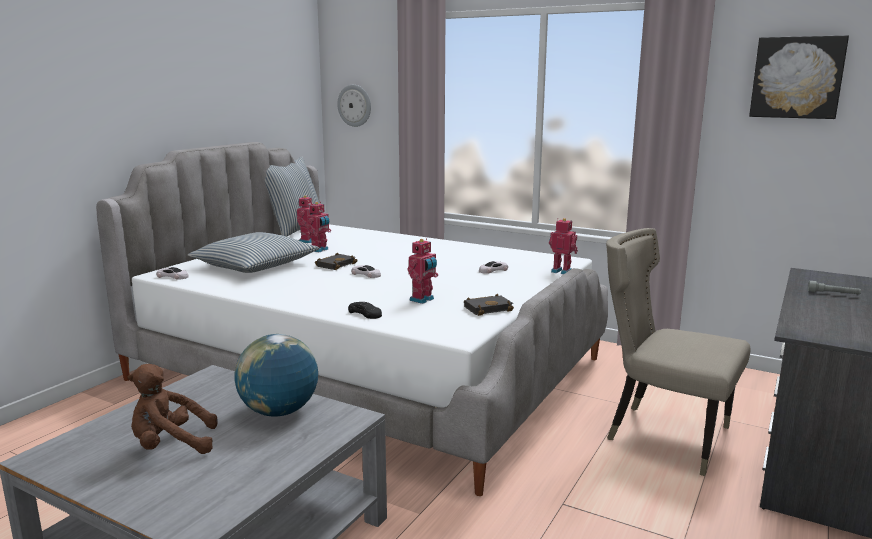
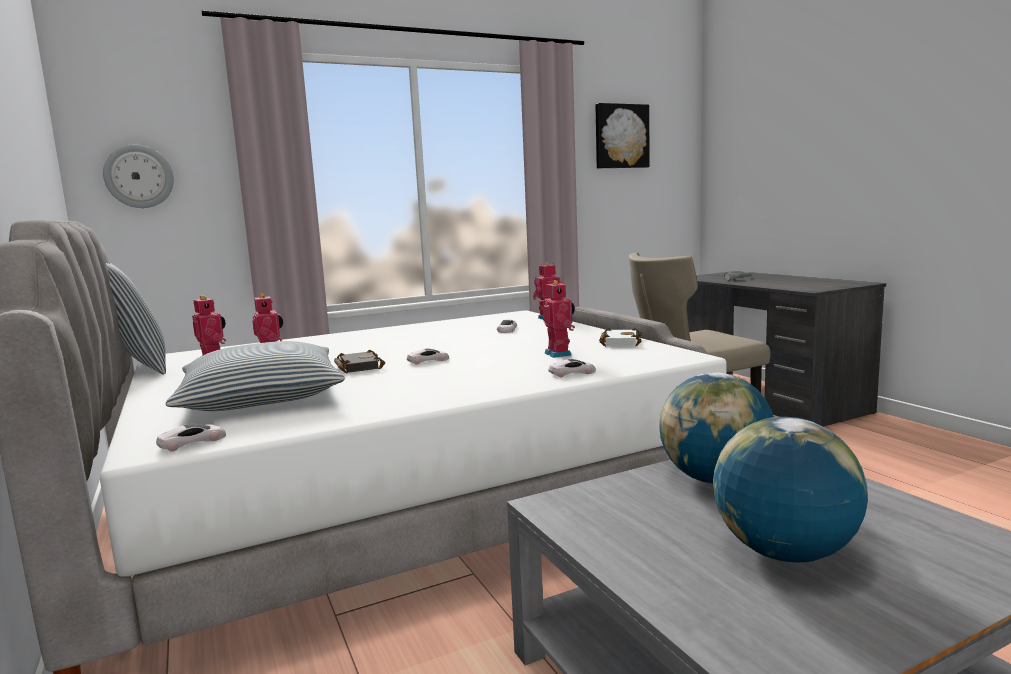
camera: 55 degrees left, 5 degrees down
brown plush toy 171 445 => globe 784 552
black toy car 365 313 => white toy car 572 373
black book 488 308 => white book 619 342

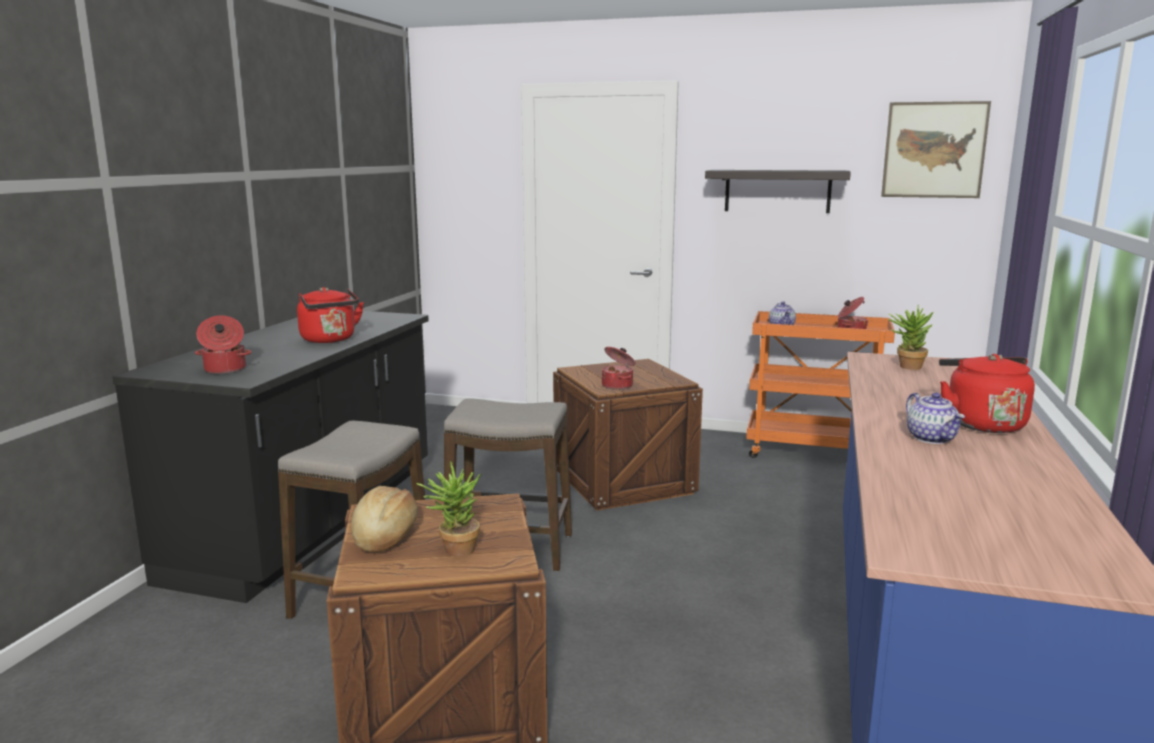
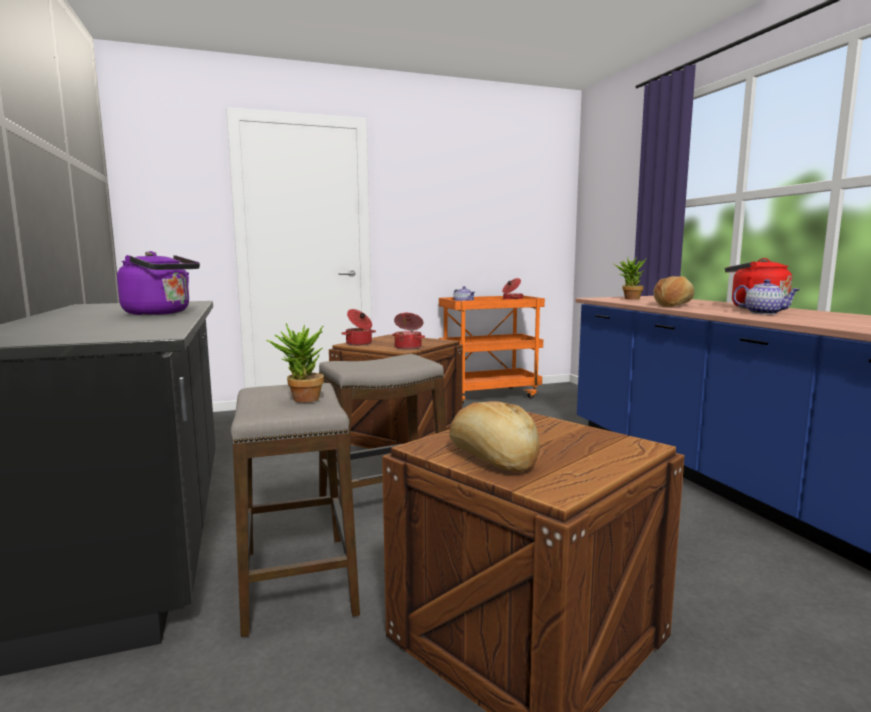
camera: 35 degrees left, 5 degrees down
shelf 777 191 => nothing
picture 934 150 => nothing
nothing => bread 673 305
cooking pot 224 370 => cooking pot 359 343, move
potted plant 453 549 => potted plant 300 400, move
red kettle 330 340 => purple kettle 161 313

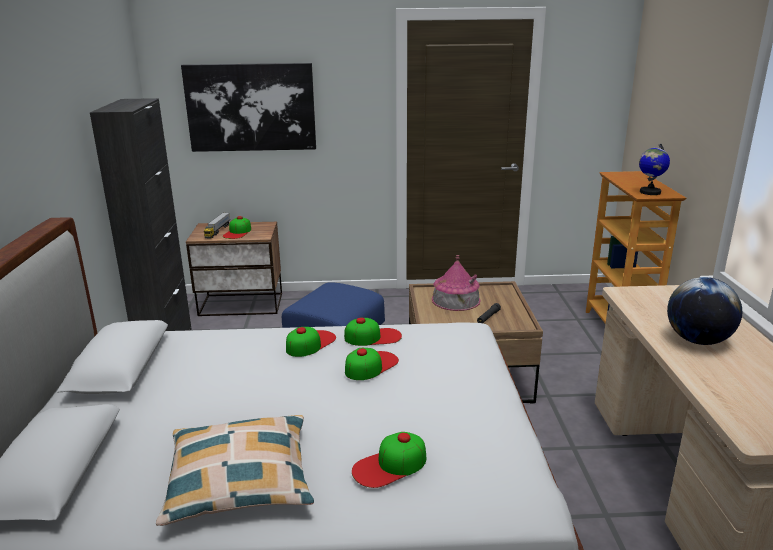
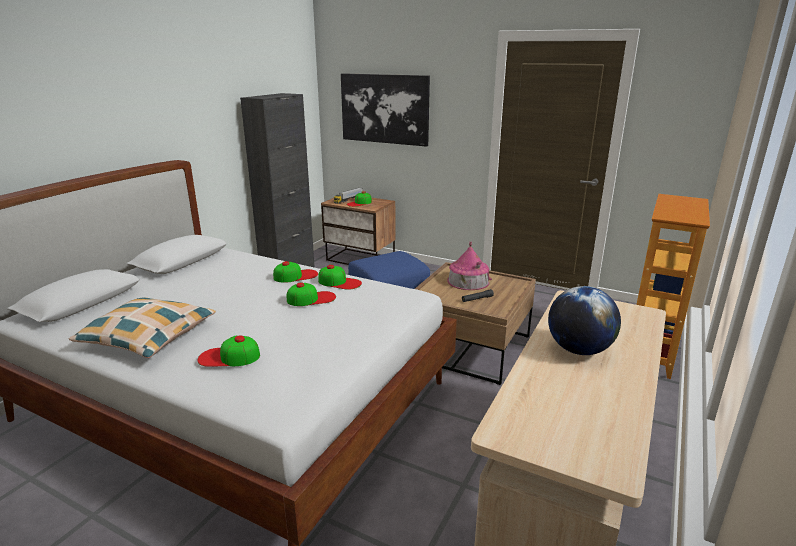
camera: 30 degrees right, 0 degrees up
globe 649 192 => nothing

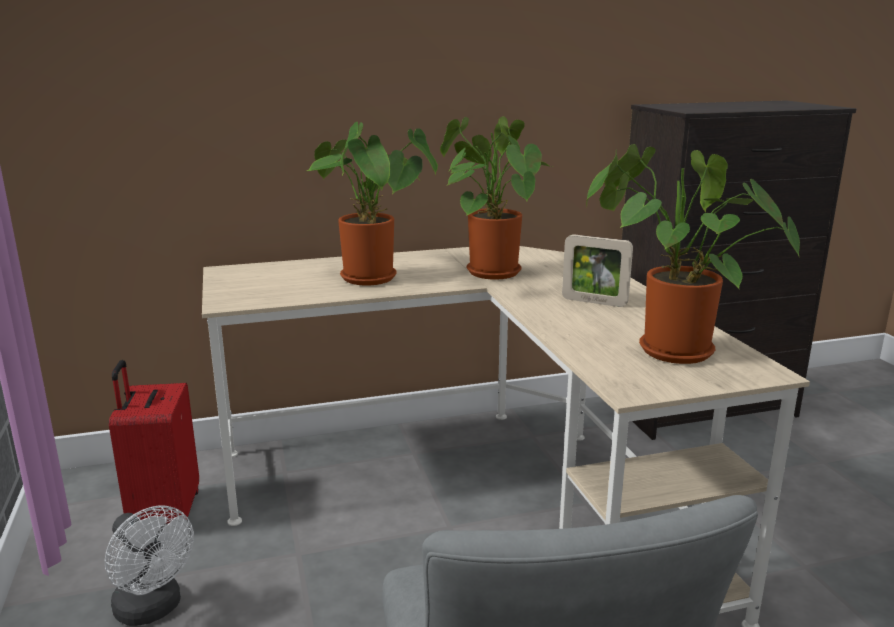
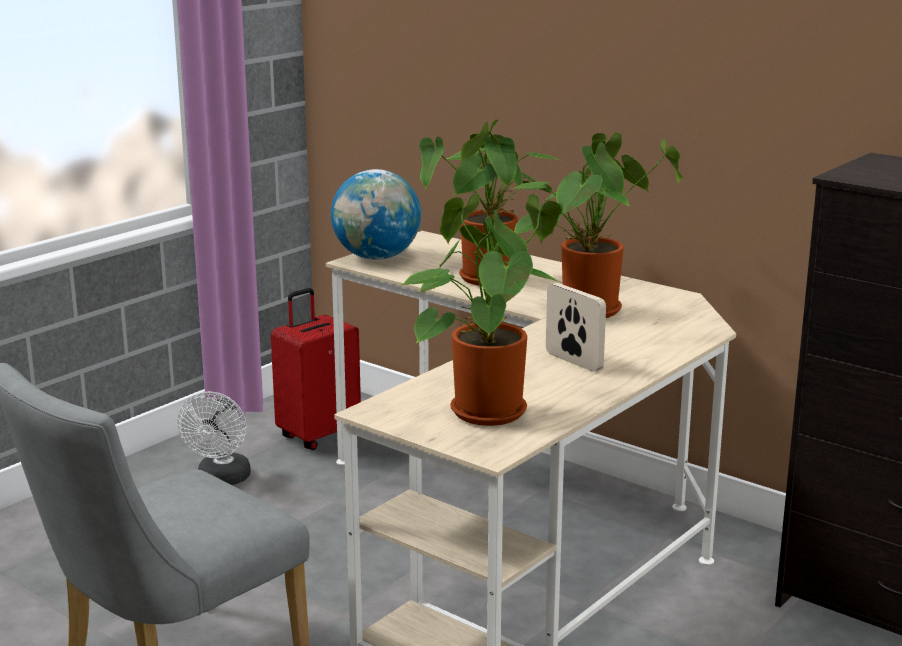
camera: 55 degrees right, 0 degrees up
nothing => globe 376 257
picture frame 594 302 => picture frame 573 361, 150 degrees clockwise

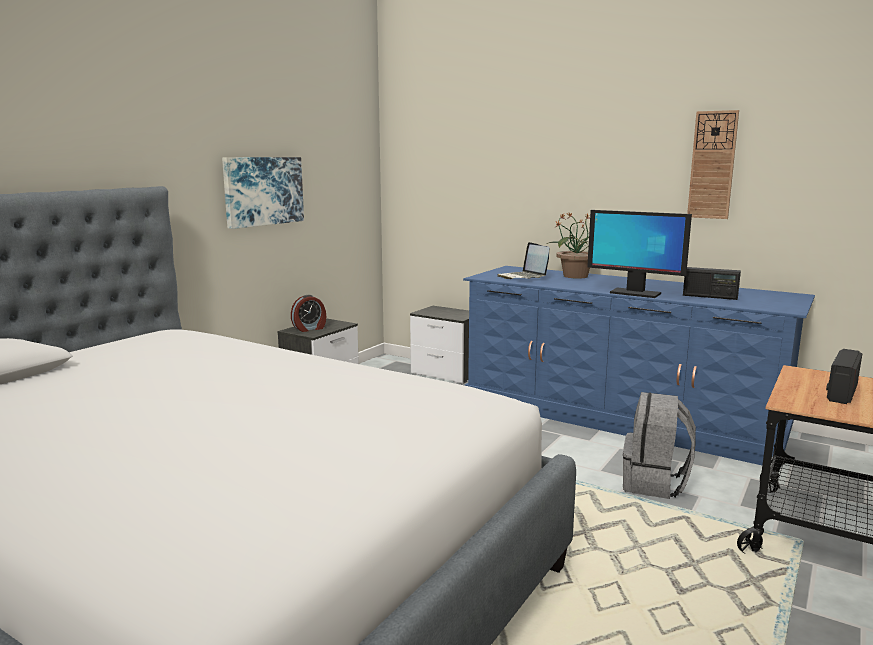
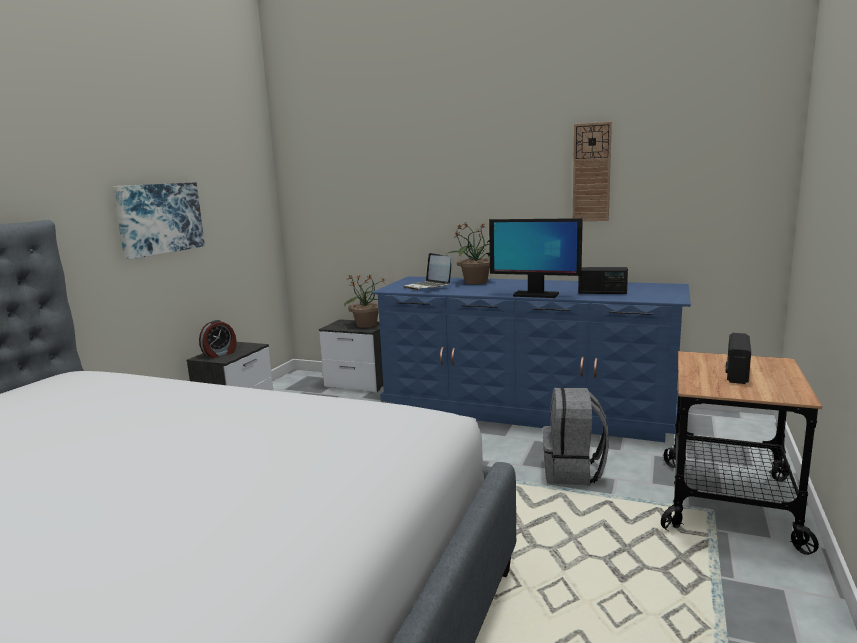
camera: 10 degrees left, 0 degrees up
nothing => potted plant 367 325

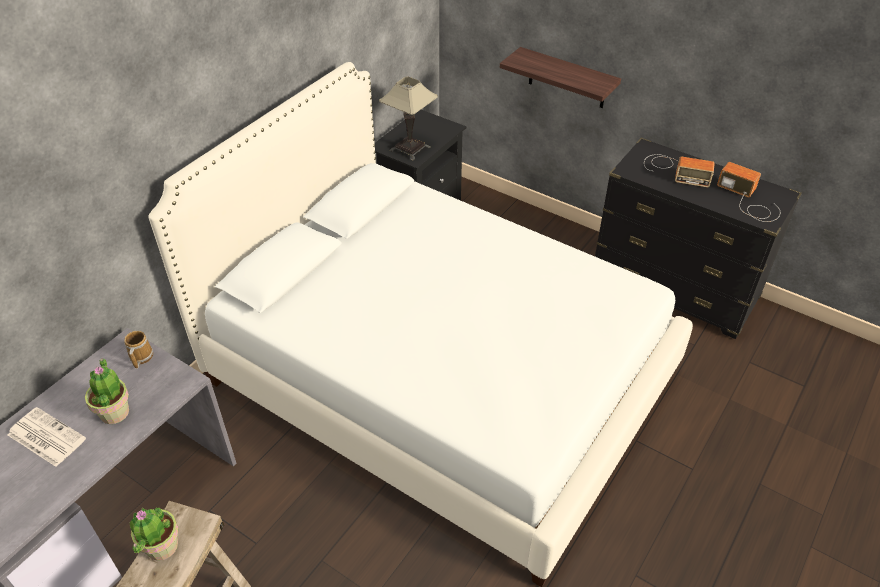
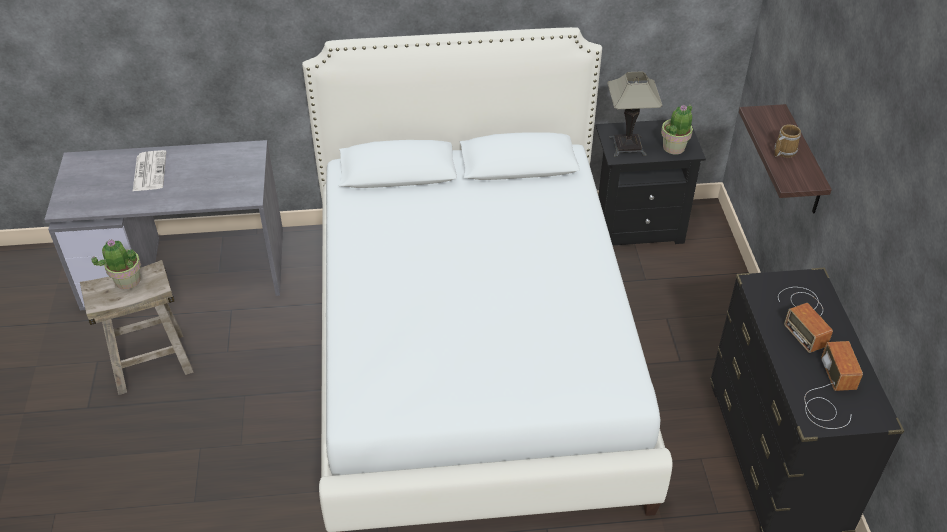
camera: 50 degrees right, 0 degrees up
potted plant 115 412 => potted plant 674 147, move
mug 140 357 => mug 783 151, move

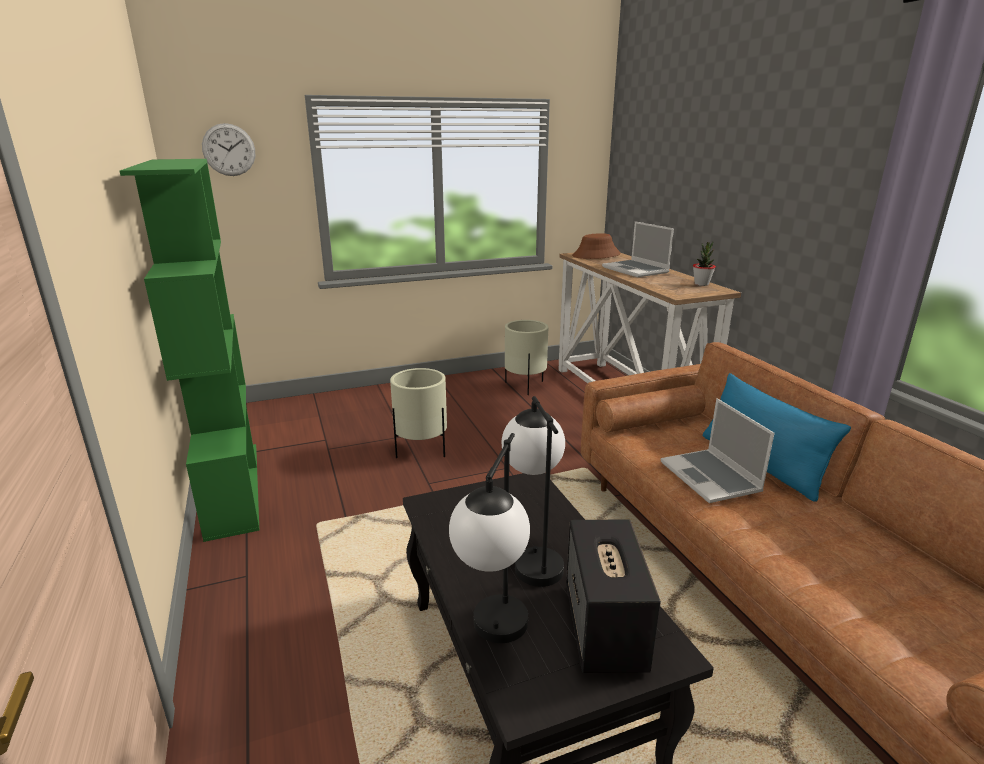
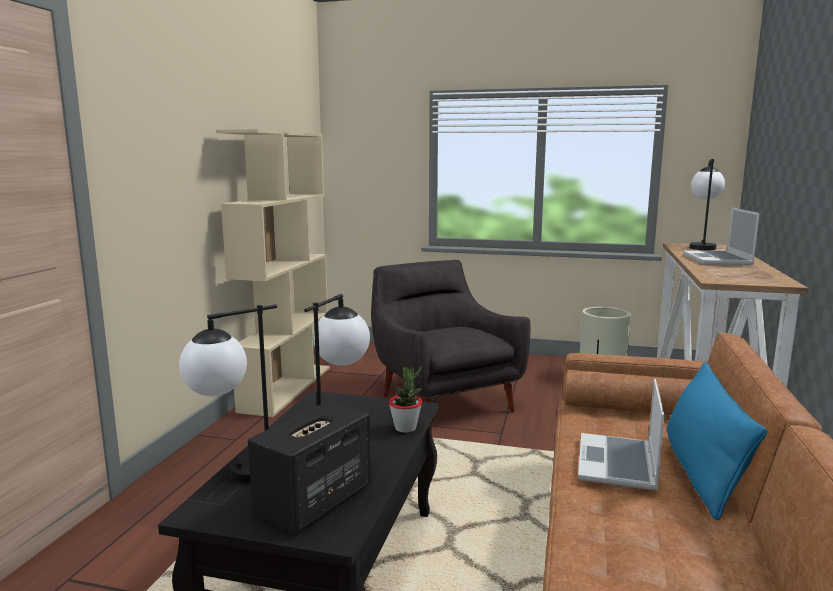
camera: 35 degrees right, 10 degrees down
wall clock 229 150 => nothing
potted plant 701 284 => potted plant 405 428, move
beige planter 421 450 => grey armchair 443 401
brown hat 596 255 => table lamp 701 247
green bookcase 232 487 => beige bookcase 286 388

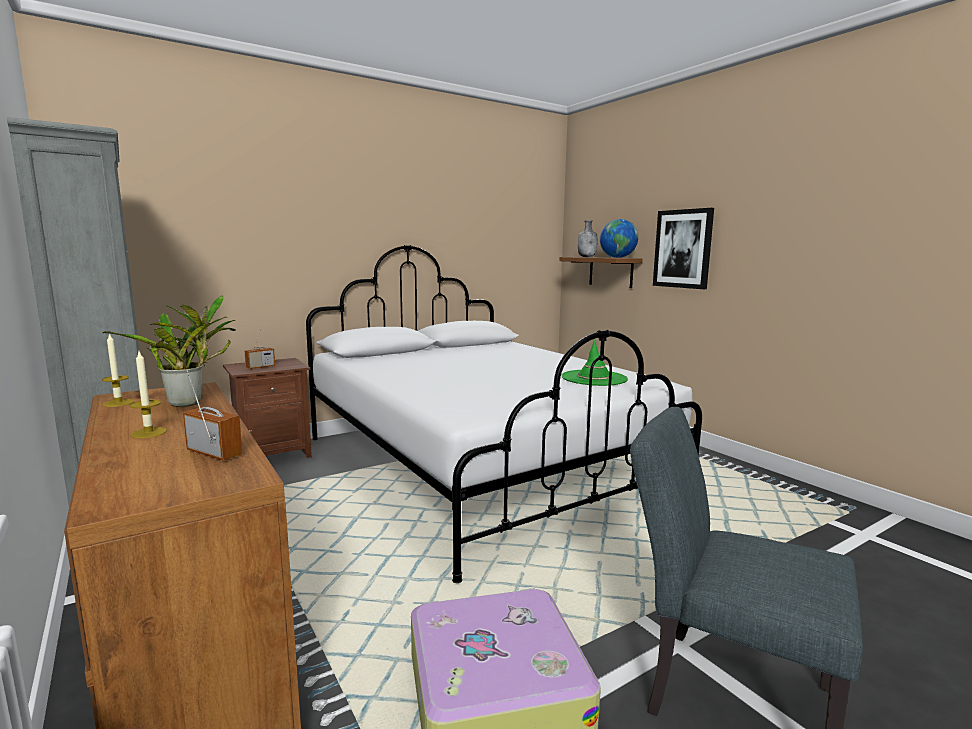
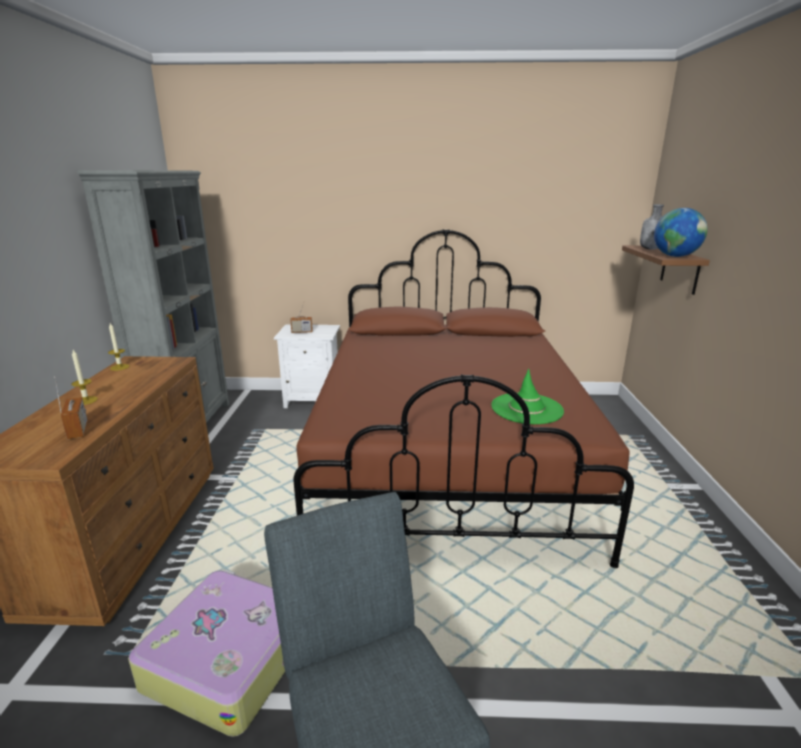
camera: 35 degrees right, 10 degrees up
potted plant 190 403 => nothing
picture 683 249 => nothing
brown nightstand 272 455 => white nightstand 313 399
white bed 480 465 => brown bed 447 455

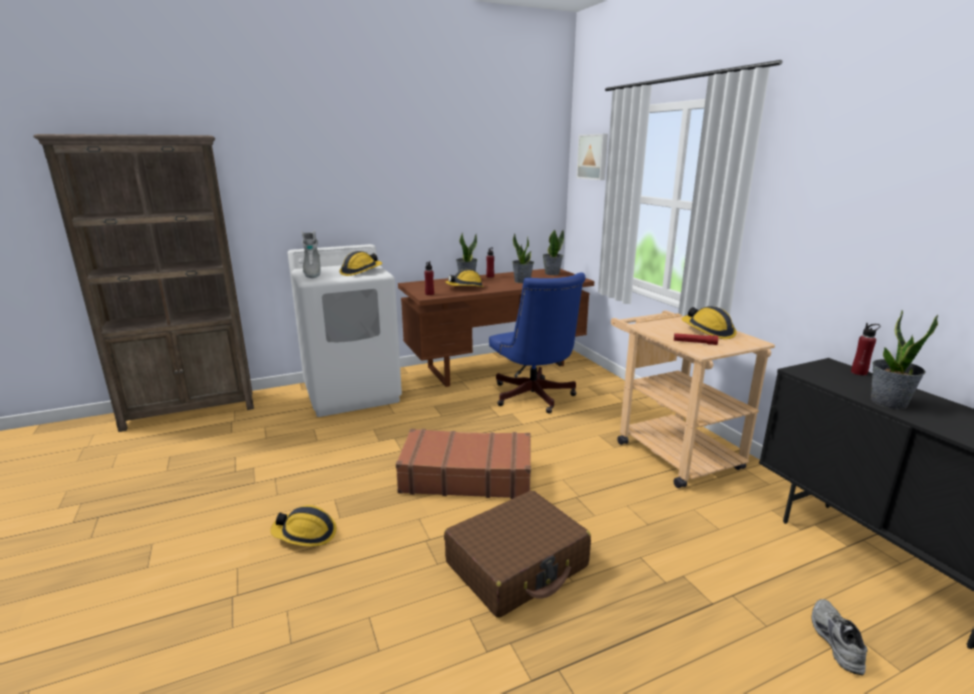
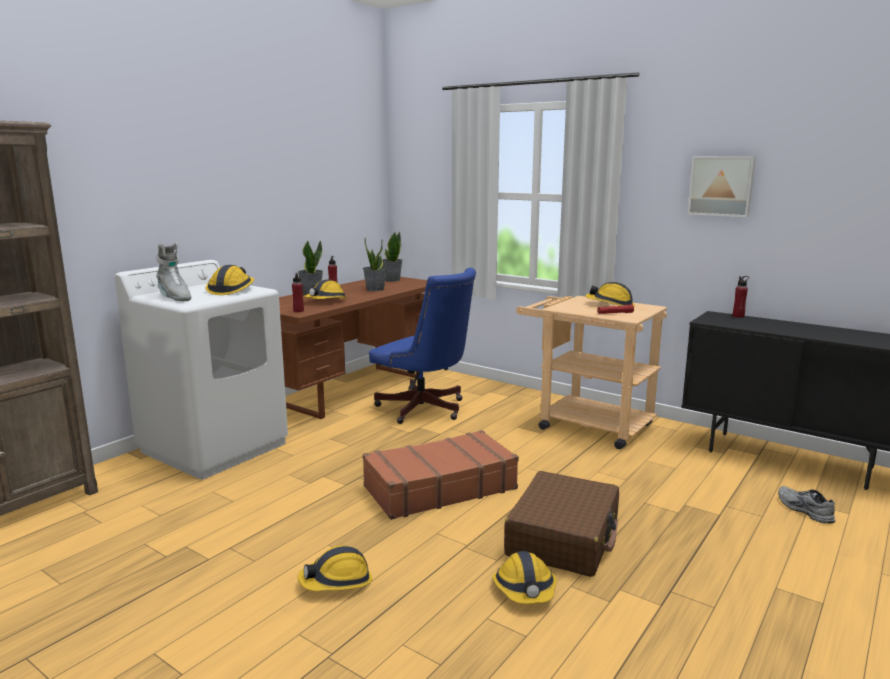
camera: 30 degrees left, 5 degrees down
potted plant 888 402 => nothing
nothing => hard hat 525 590
picture 593 156 => picture 721 186, move

